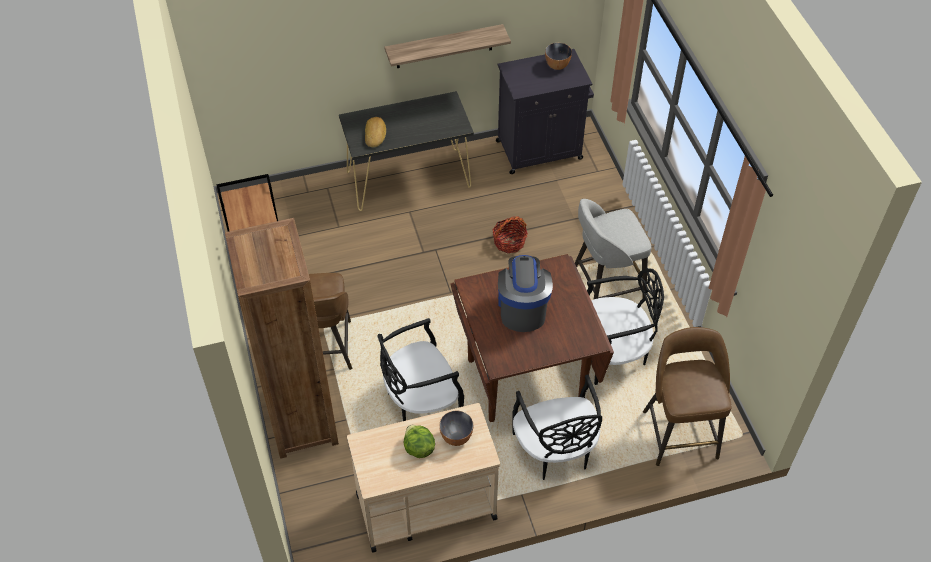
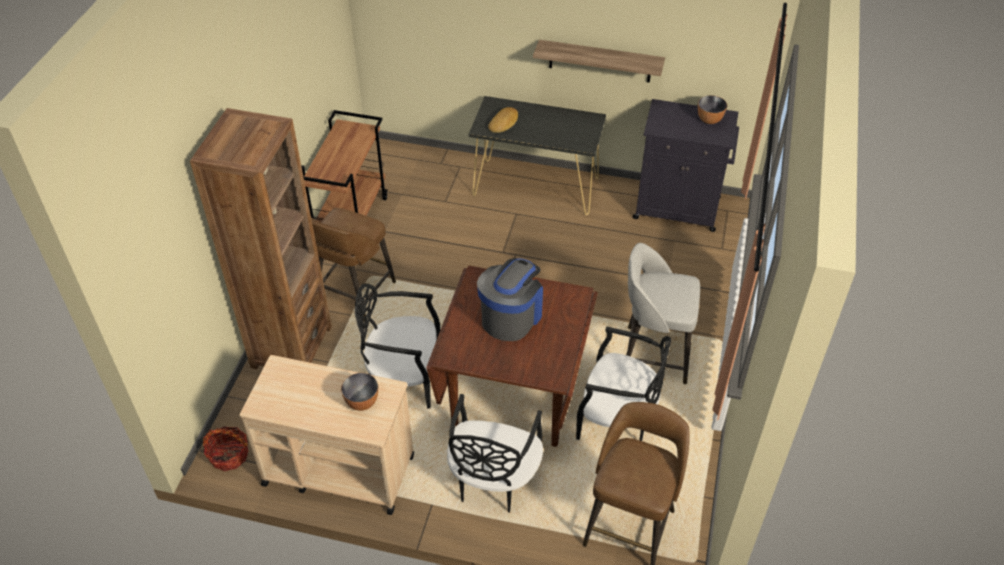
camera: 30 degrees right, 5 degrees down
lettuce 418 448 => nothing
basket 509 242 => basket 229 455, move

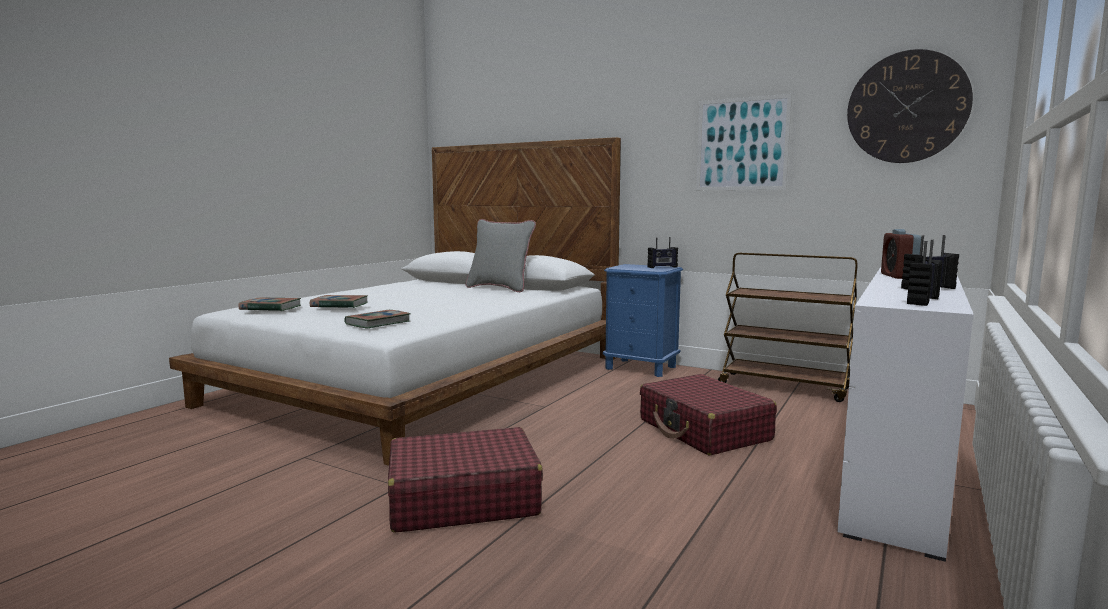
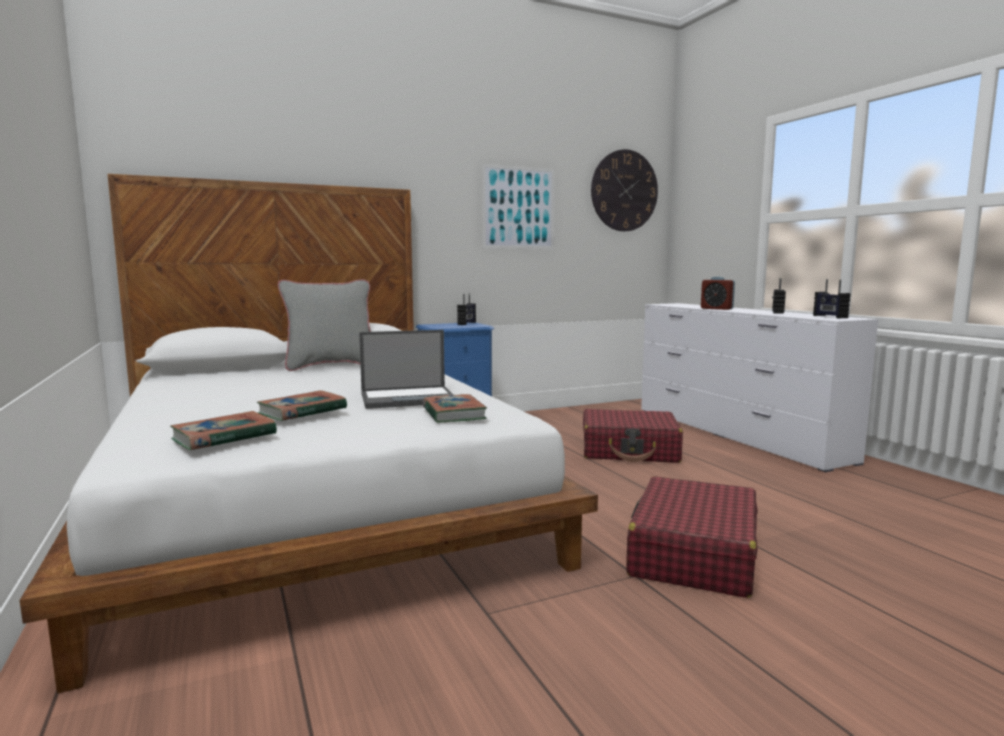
camera: 55 degrees left, 0 degrees up
brown cart 784 387 => nothing
nothing => laptop 409 398

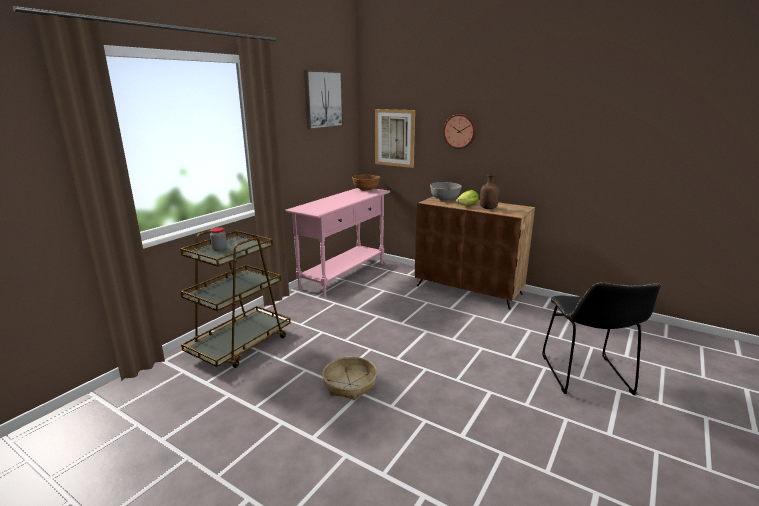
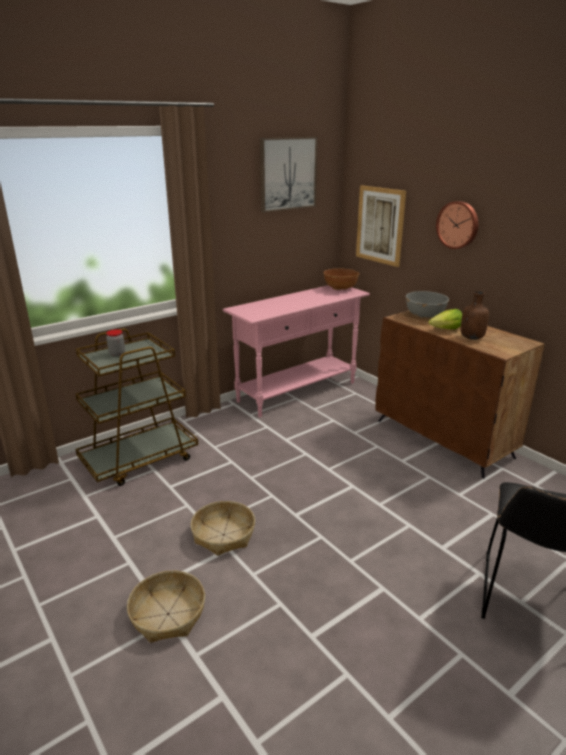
camera: 20 degrees right, 5 degrees up
nothing => basket 167 614

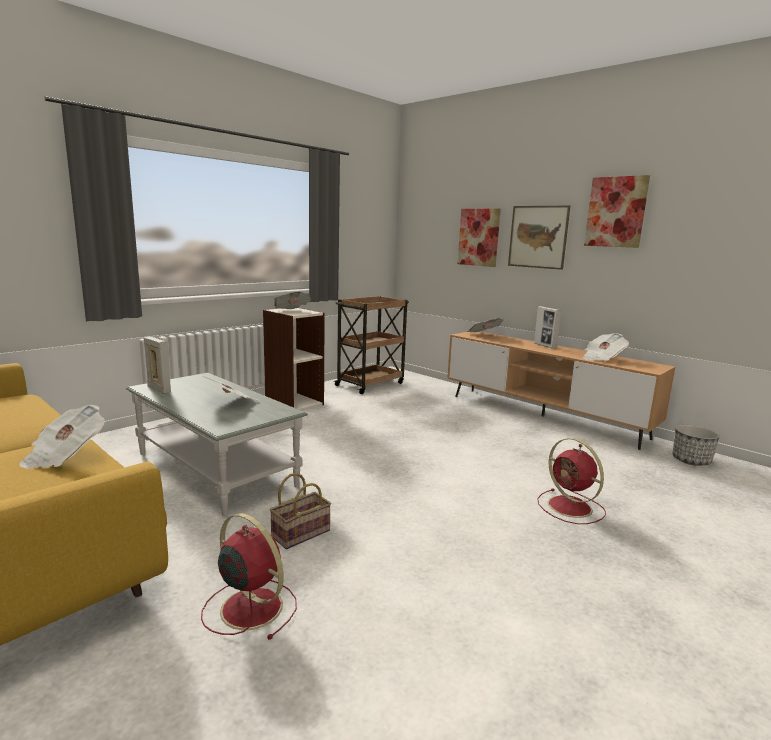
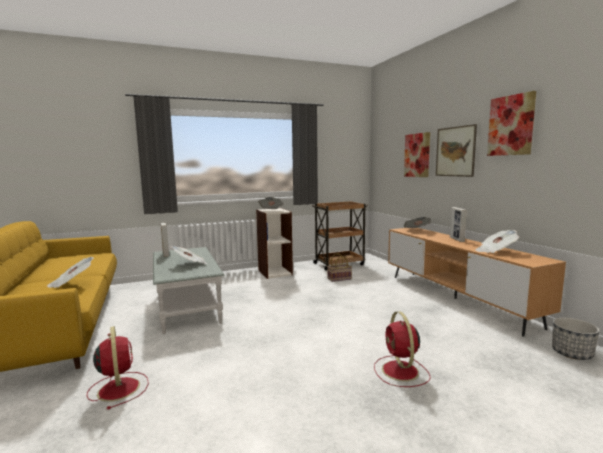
camera: 25 degrees right, 5 degrees down
basket 301 532 => basket 339 278, move

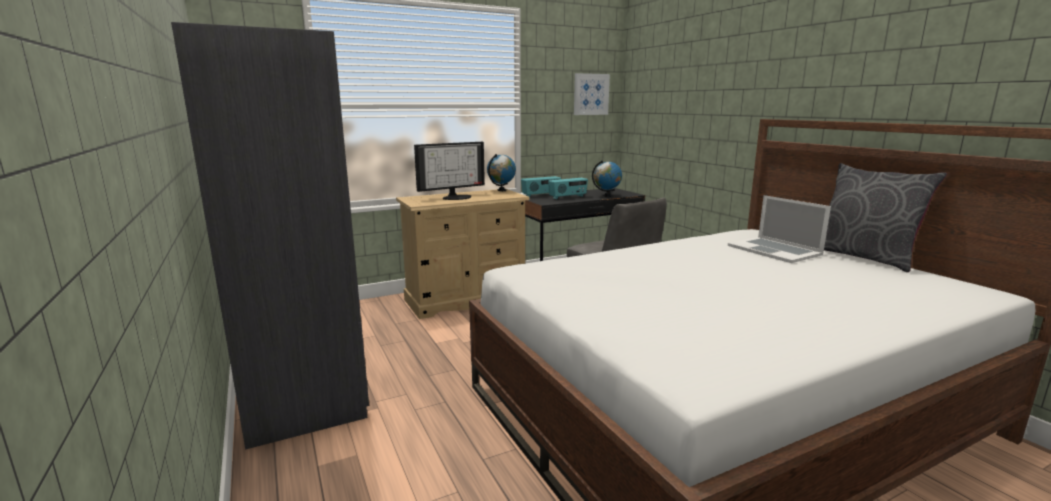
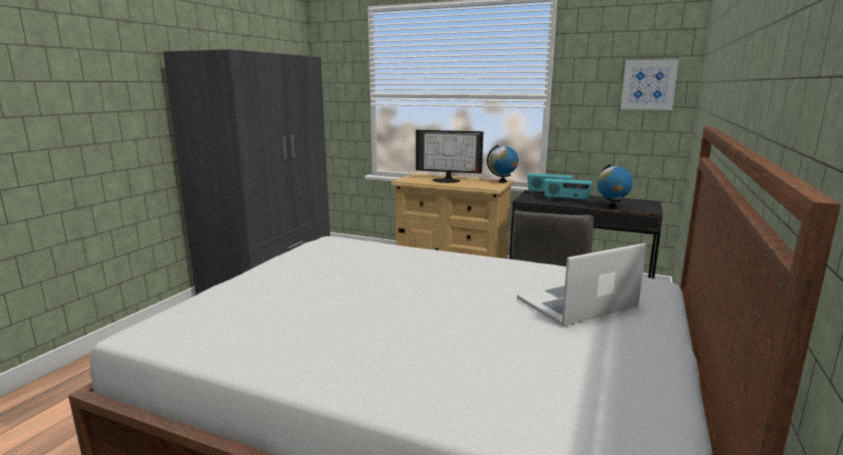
camera: 50 degrees right, 0 degrees up
grey pillow 863 257 => nothing
laptop 774 250 => laptop 577 303, 45 degrees clockwise

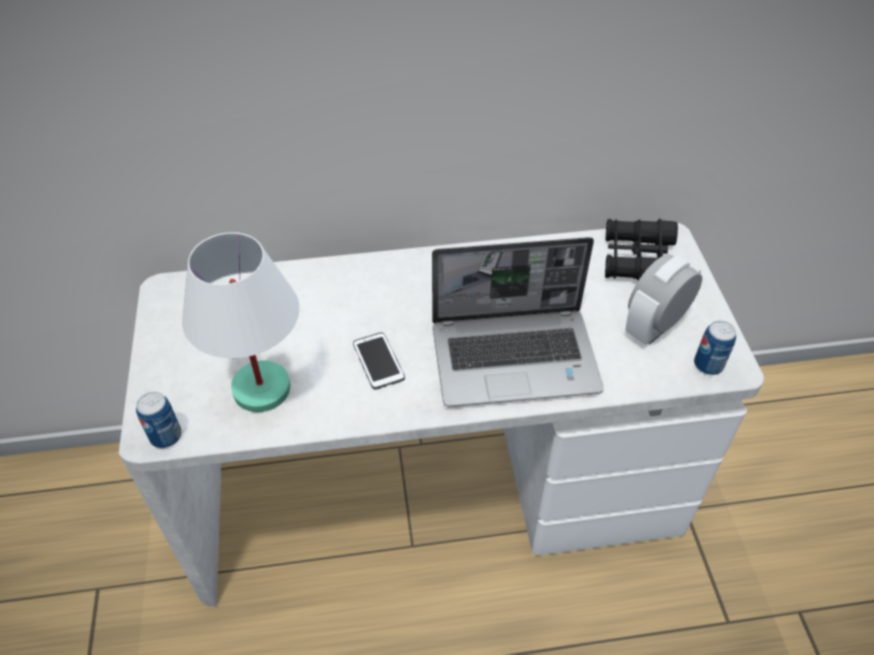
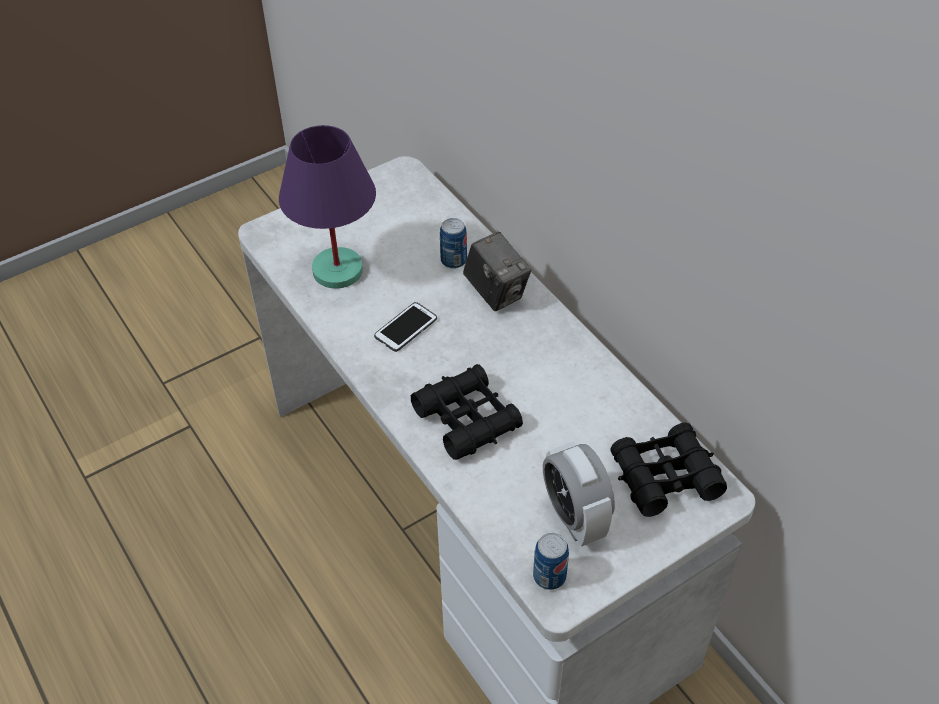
camera: 65 degrees right, 0 degrees up
nothing => photo camera 496 292
can 166 436 => can 453 260, move
laptop 516 357 => black binoculars 467 419
white table lamp 263 388 => purple table lamp 338 271
alarm clock 654 326 => alarm clock 574 517, 135 degrees counterclockwise

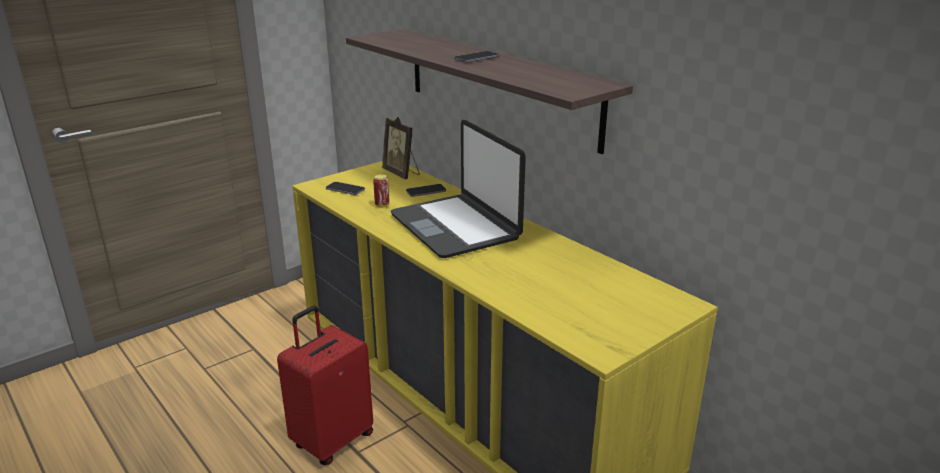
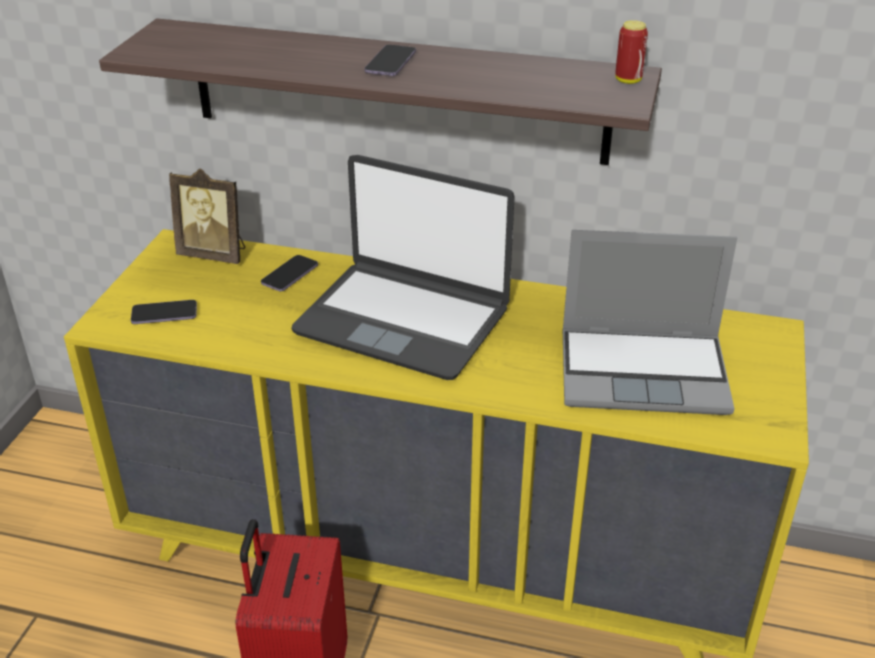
camera: 35 degrees left, 10 degrees up
nothing => laptop 645 372
can 382 206 => can 628 80, move

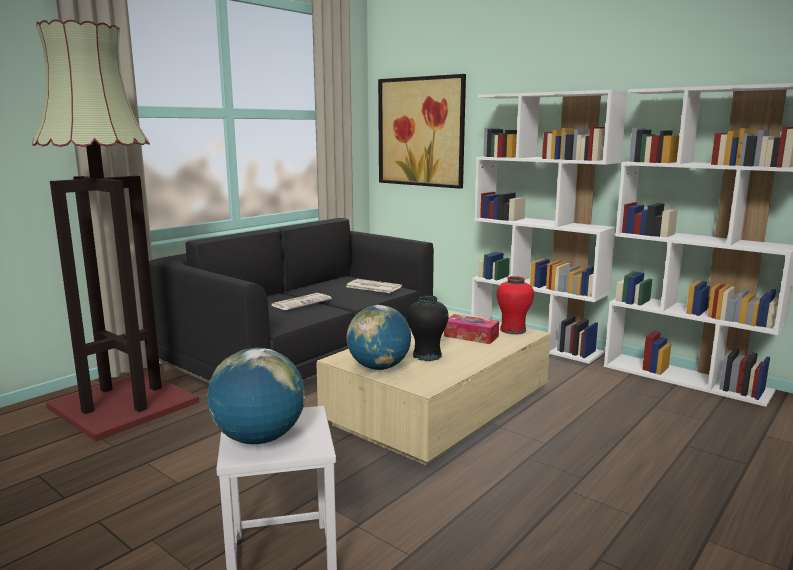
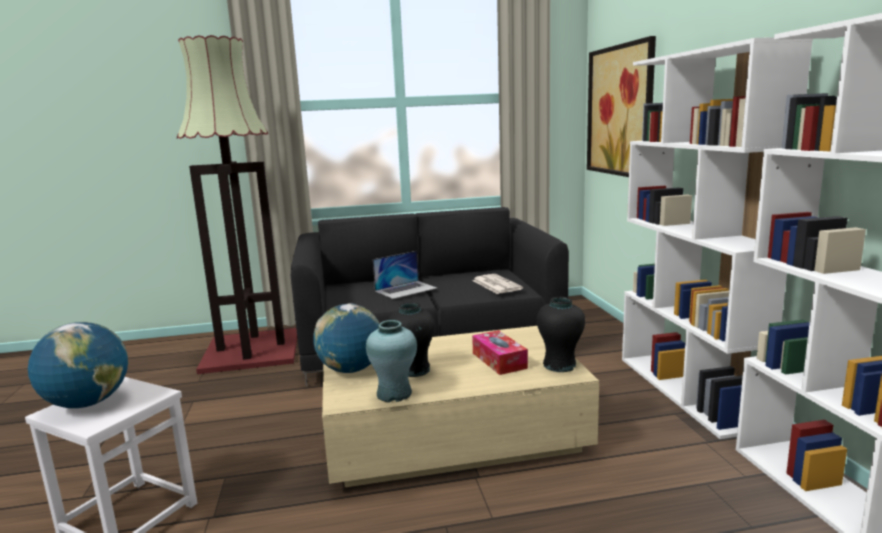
camera: 40 degrees right, 0 degrees up
nothing => turquoise vase 394 394
newspaper 301 302 => laptop 406 289
red vase 512 330 => black vase 559 365

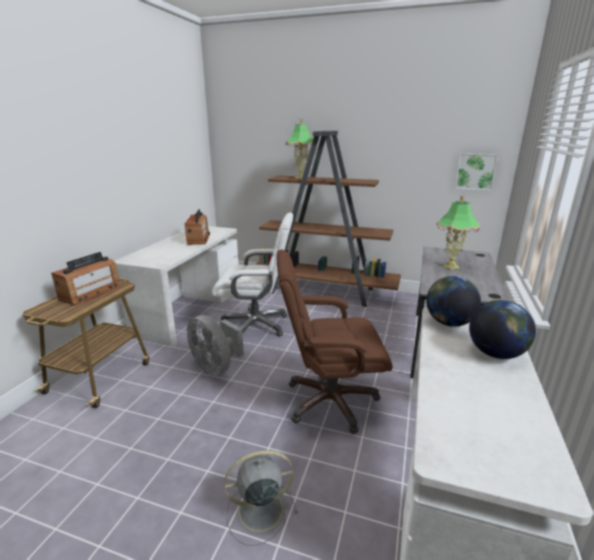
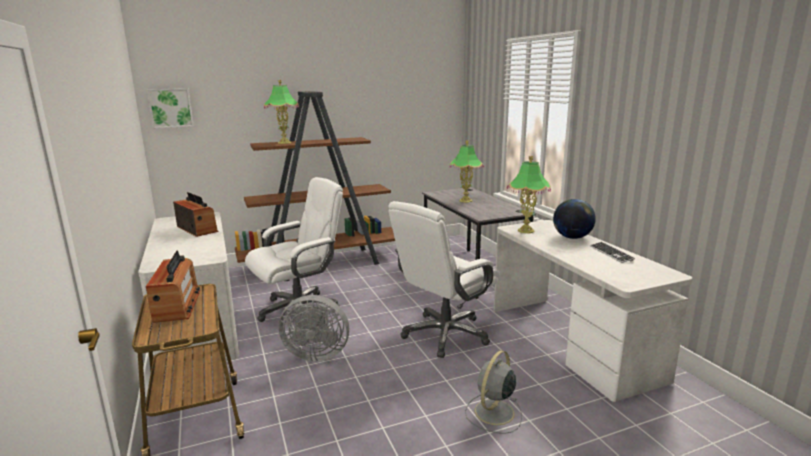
camera: 40 degrees left, 5 degrees down
nothing => keyboard 611 253
picture 475 171 => picture 171 108, move
globe 448 323 => table lamp 525 231
brown office chair 329 401 => white office chair 445 334

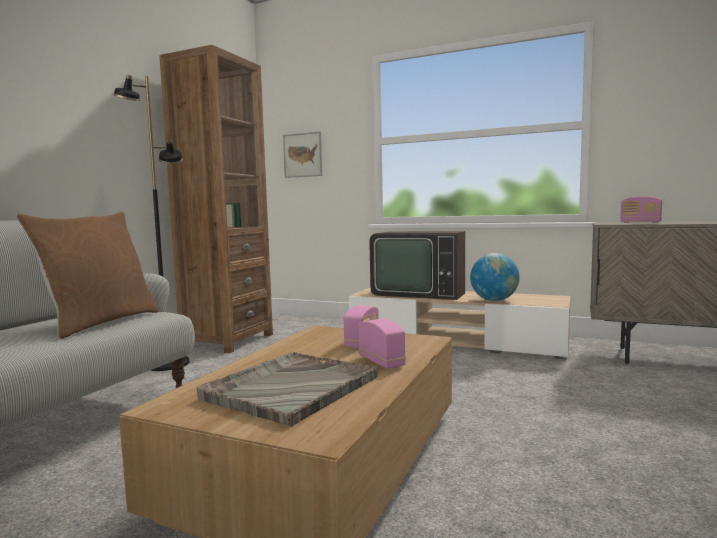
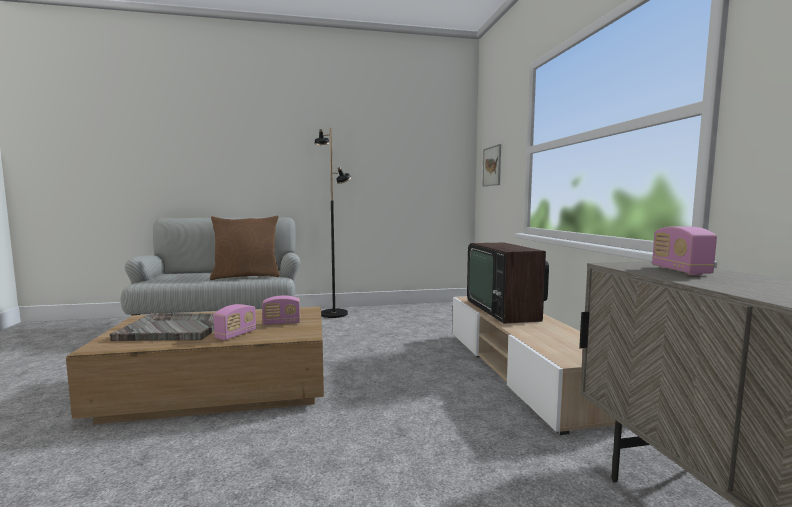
camera: 55 degrees right, 0 degrees up
brown bookcase 227 340 => nothing
globe 494 300 => nothing

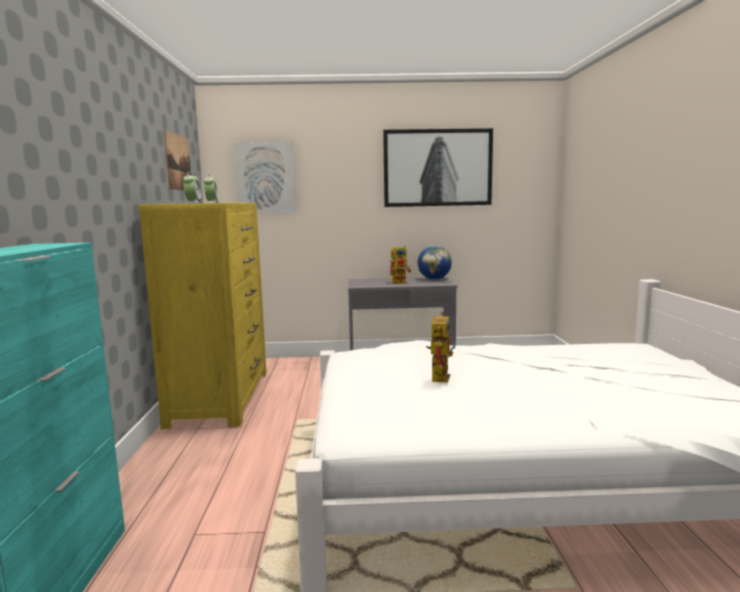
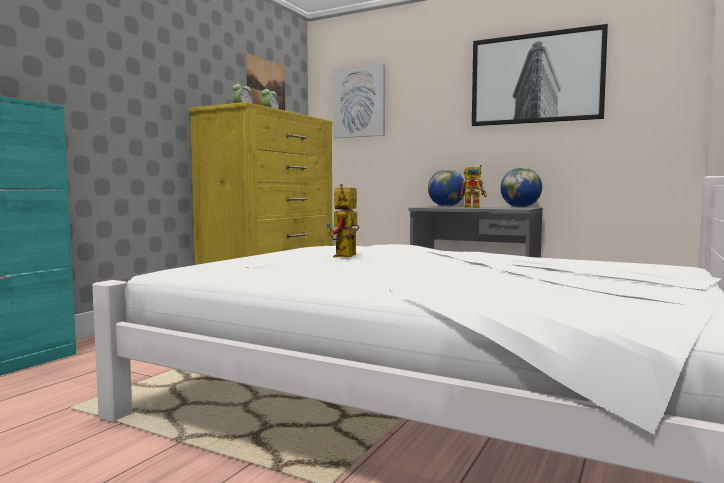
camera: 30 degrees right, 5 degrees down
nothing => globe 446 206
toy robot 439 376 => toy robot 346 257, 150 degrees clockwise

